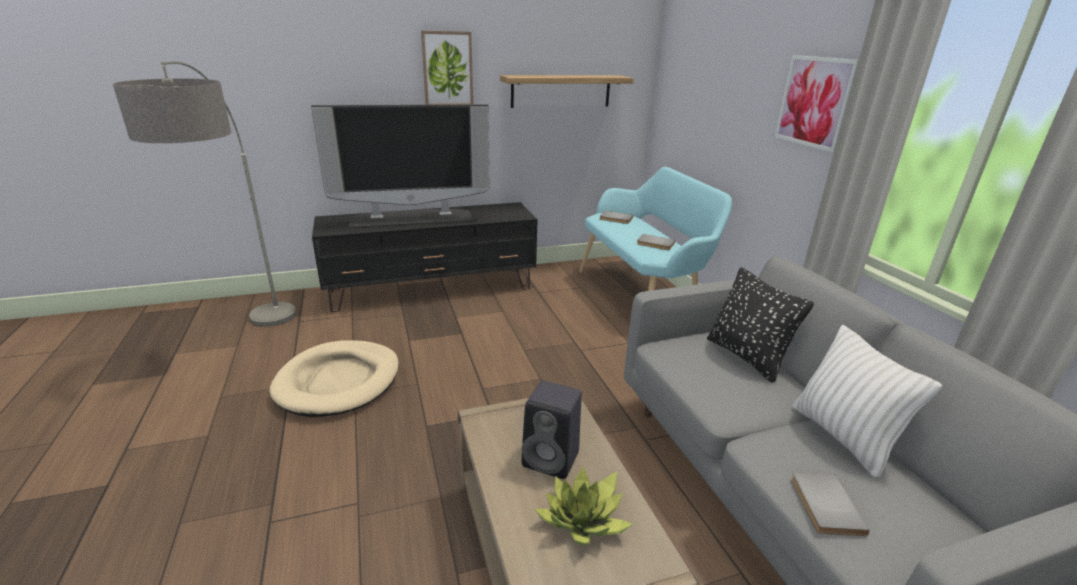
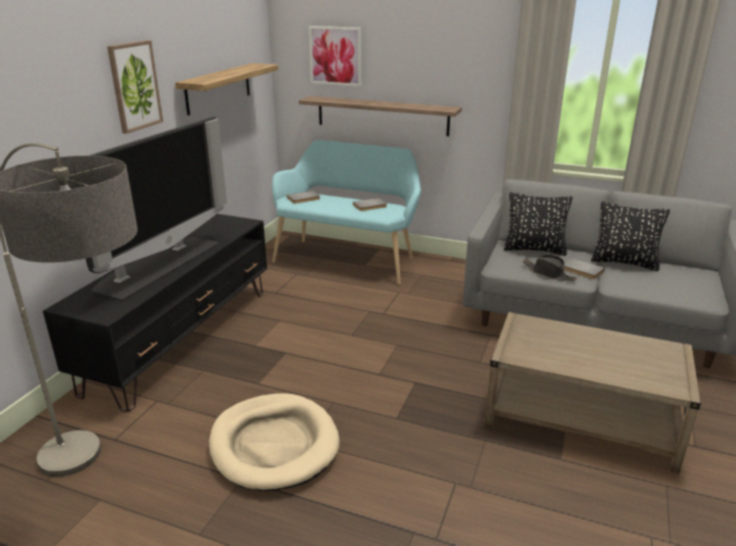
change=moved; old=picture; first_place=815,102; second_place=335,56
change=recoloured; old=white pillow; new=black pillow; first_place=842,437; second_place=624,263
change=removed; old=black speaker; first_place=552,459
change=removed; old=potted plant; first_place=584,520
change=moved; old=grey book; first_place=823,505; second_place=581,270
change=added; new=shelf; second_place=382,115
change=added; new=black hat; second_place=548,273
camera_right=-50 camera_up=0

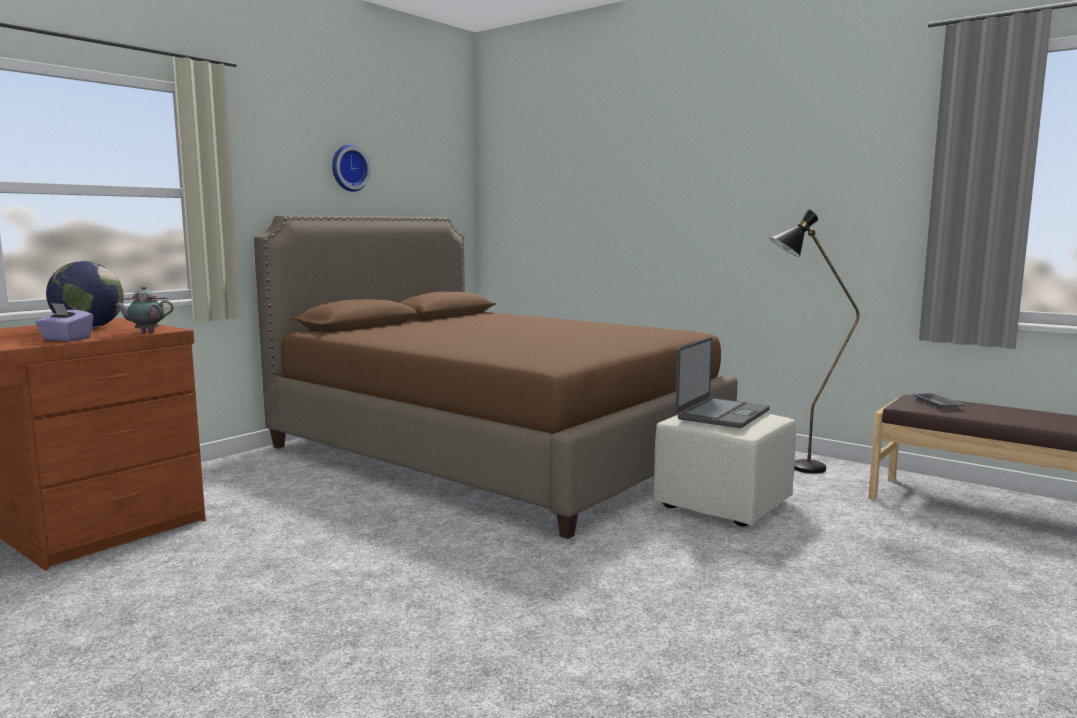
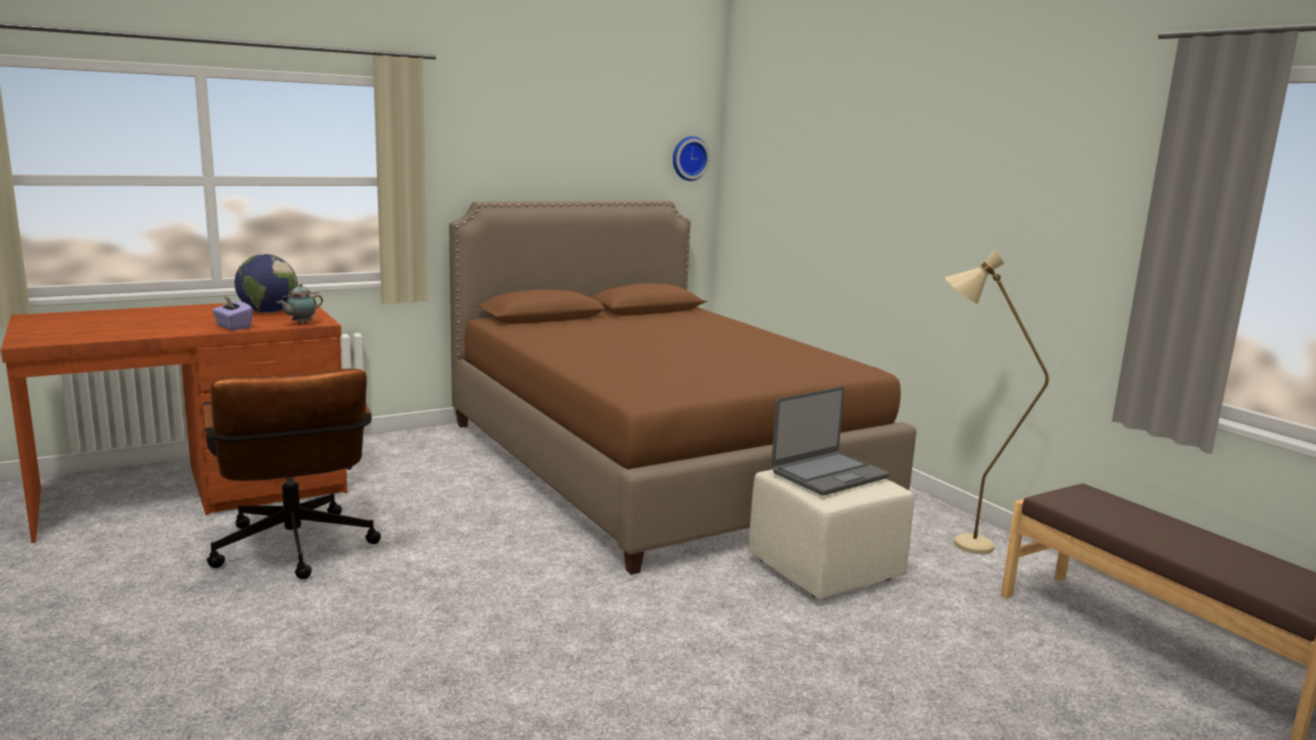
change=moved; old=wall clock; first_place=348,168; second_place=689,158
change=recoloured; old=black floor lamp; new=beige floor lamp; first_place=796,468; second_place=958,543
change=turned; old=teapot; first_place=145,332; second_place=301,324; degrees=-60
change=removed; old=grey tray; first_place=936,404
change=added; new=brown office chair; second_place=295,552
camera_right=20 camera_up=5

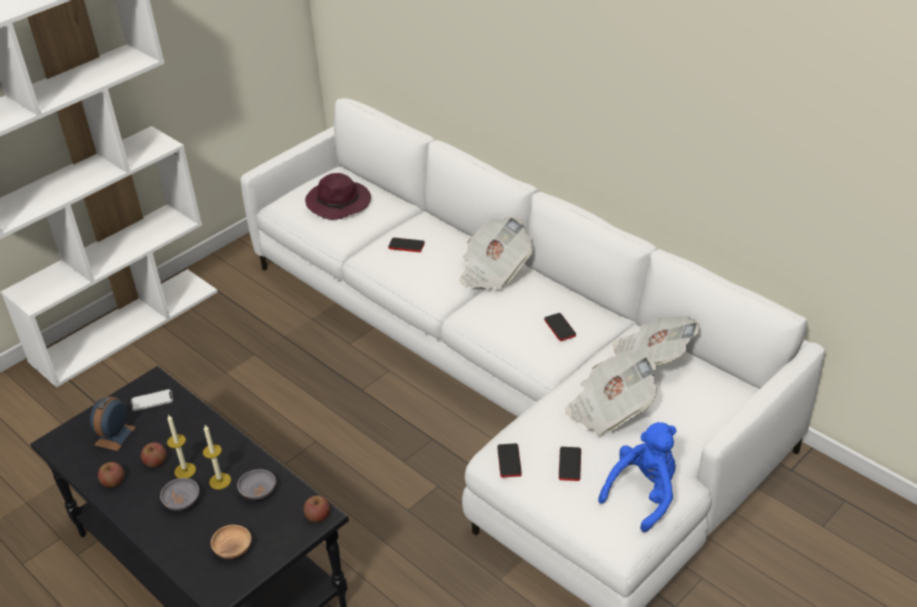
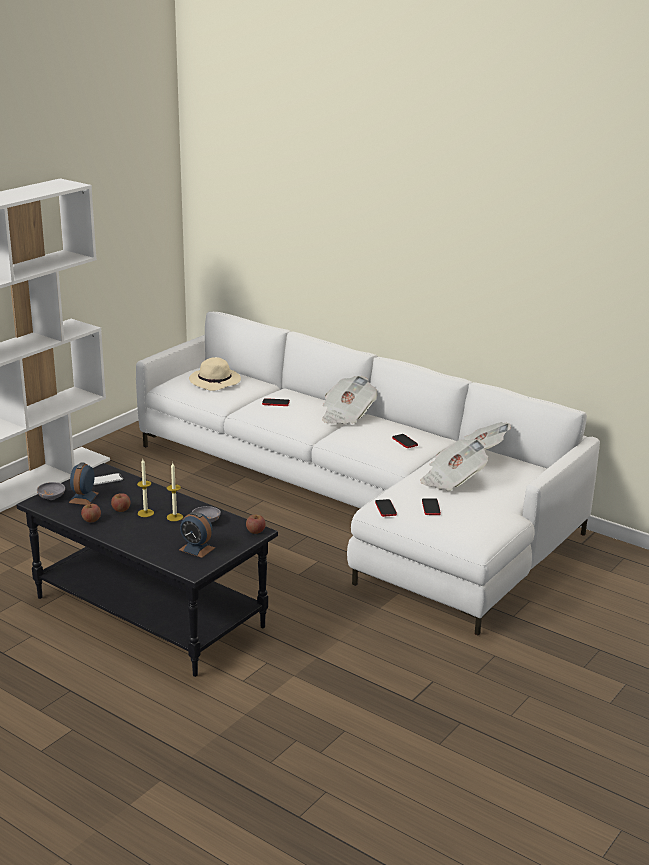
change=recoloured; old=purple hat; new=beige hat; first_place=339,203; second_place=216,382
change=removed; old=blue plush toy; first_place=643,494
change=moved; old=grey bowl; first_place=182,501; second_place=51,497
change=replaced; old=brown bowl; new=alarm clock; first_place=233,549; second_place=197,549
camera_right=-10 camera_up=-15

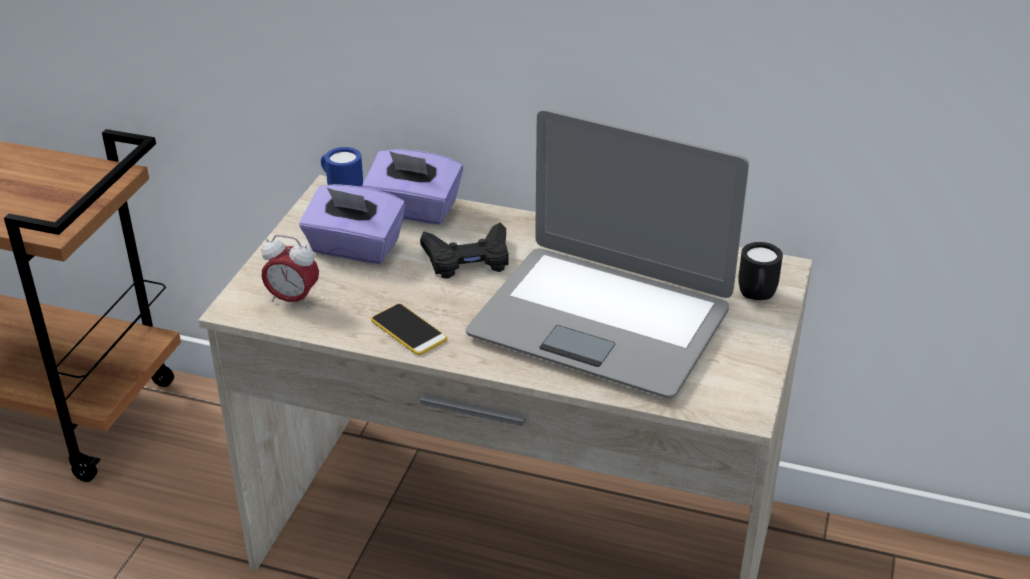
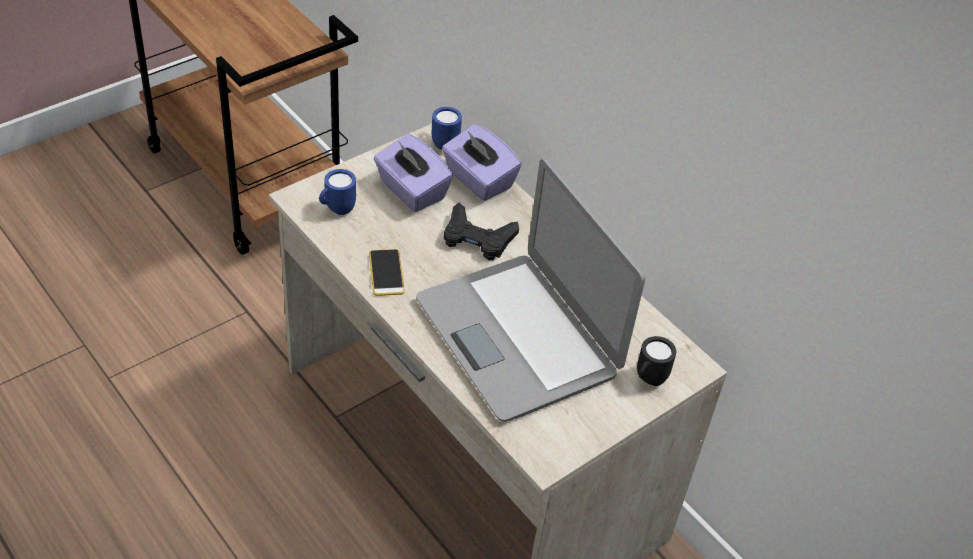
change=replaced; old=alarm clock; new=blue mug; first_place=293,300; second_place=336,210
camera_right=30 camera_up=10

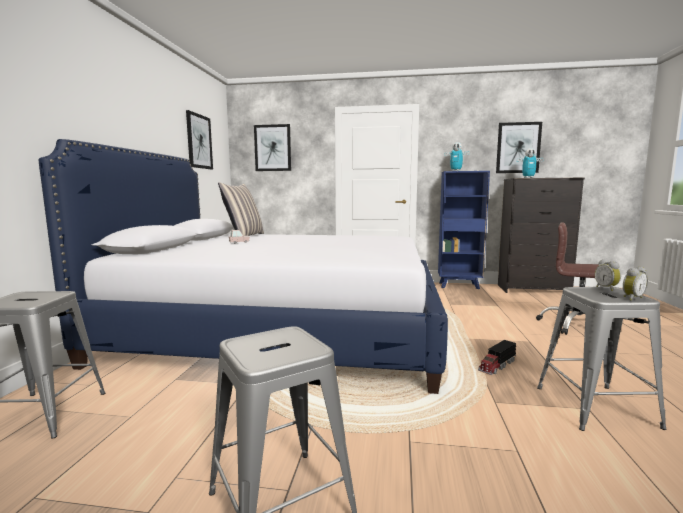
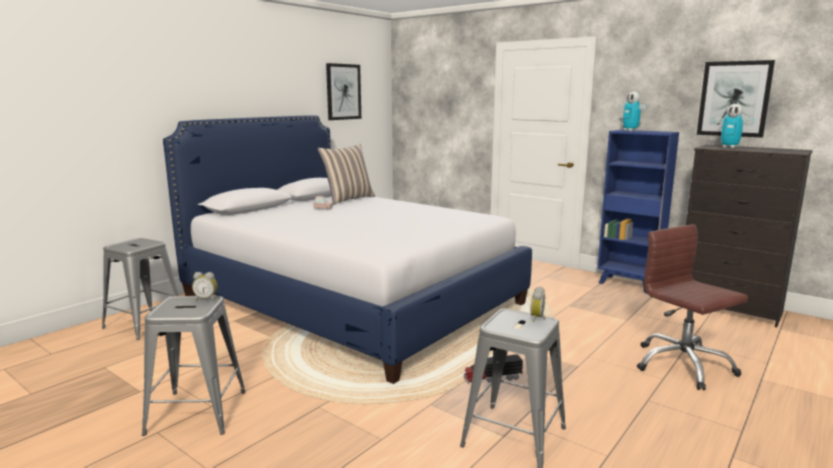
change=removed; old=picture; first_place=272,148
change=moved; old=alarm clock; first_place=631,298; second_place=206,299
camera_right=30 camera_up=5

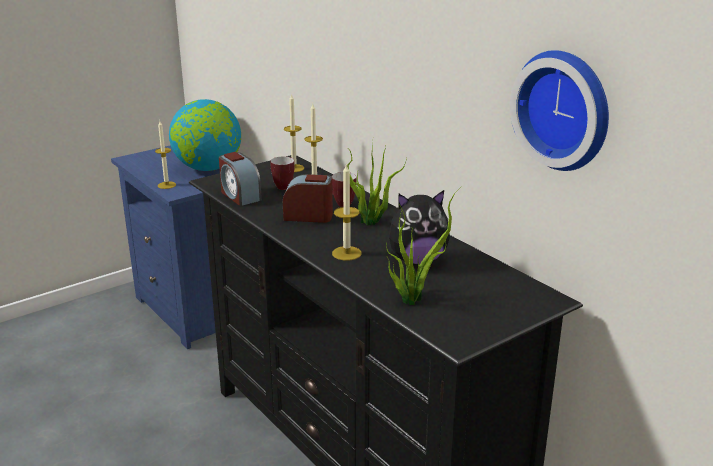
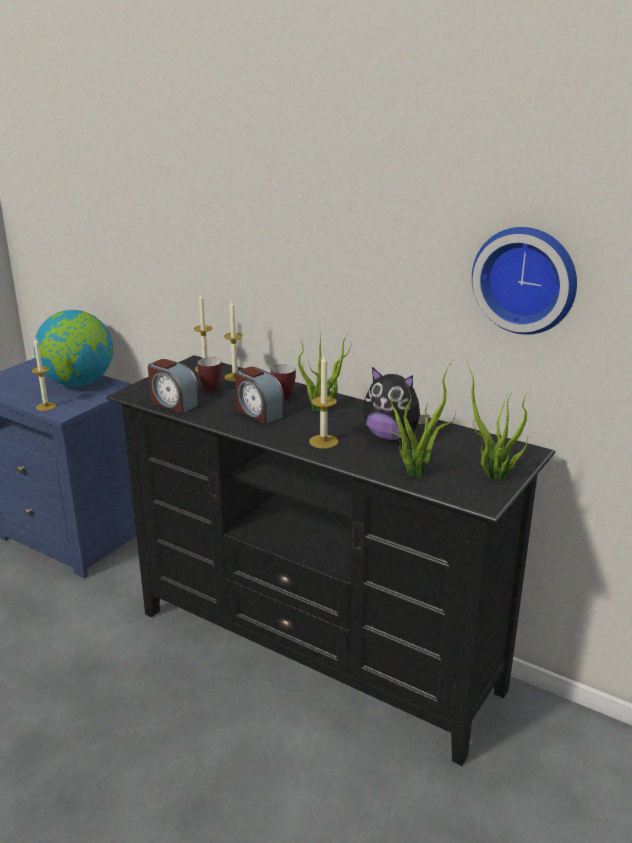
change=turned; old=alarm clock; first_place=308,216; second_place=258,412; degrees=-120
change=turned; old=plush toy; first_place=417,260; second_place=391,437; degrees=60
change=added; new=potted plant; second_place=493,476
camera_right=-20 camera_up=0

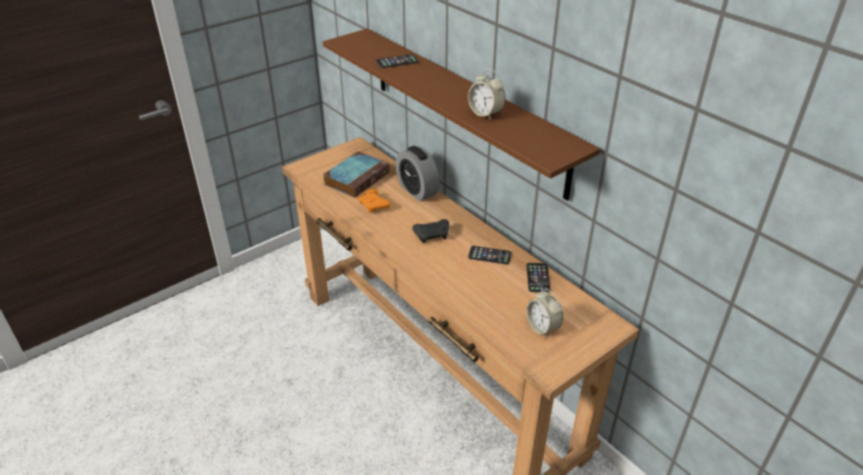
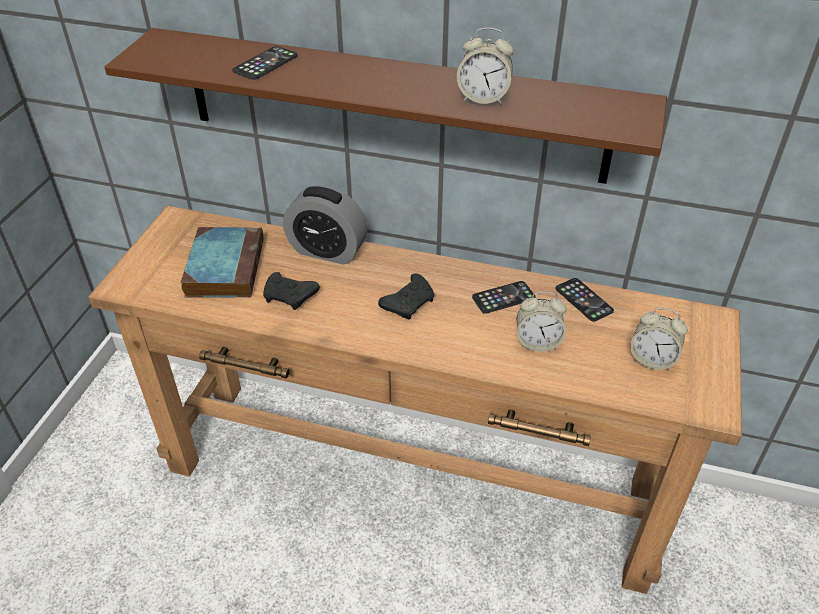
change=recoloured; old=orange game controller; new=black game controller; first_place=374,206; second_place=290,297
change=added; new=alarm clock; second_place=537,342
camera_right=-35 camera_up=5

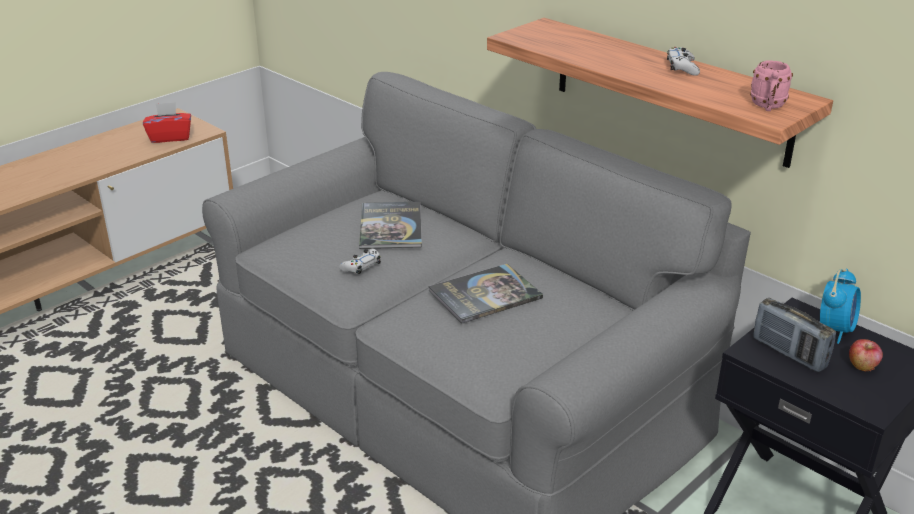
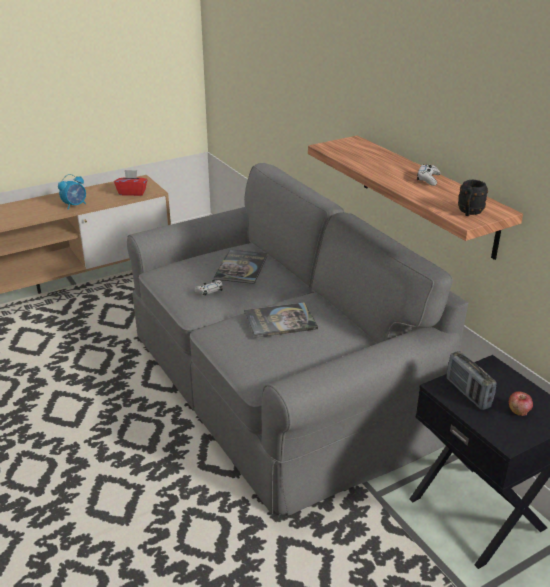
change=recoloured; old=pink mug; new=black mug; first_place=767,106; second_place=469,213
change=moved; old=alarm clock; first_place=835,330; second_place=75,205
camera_right=15 camera_up=0

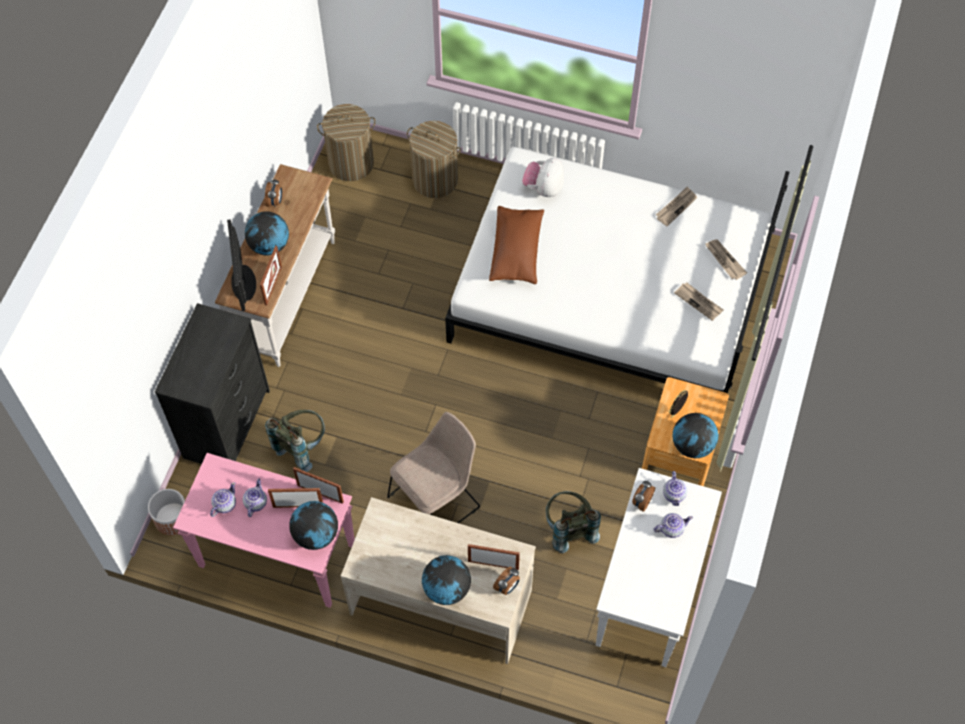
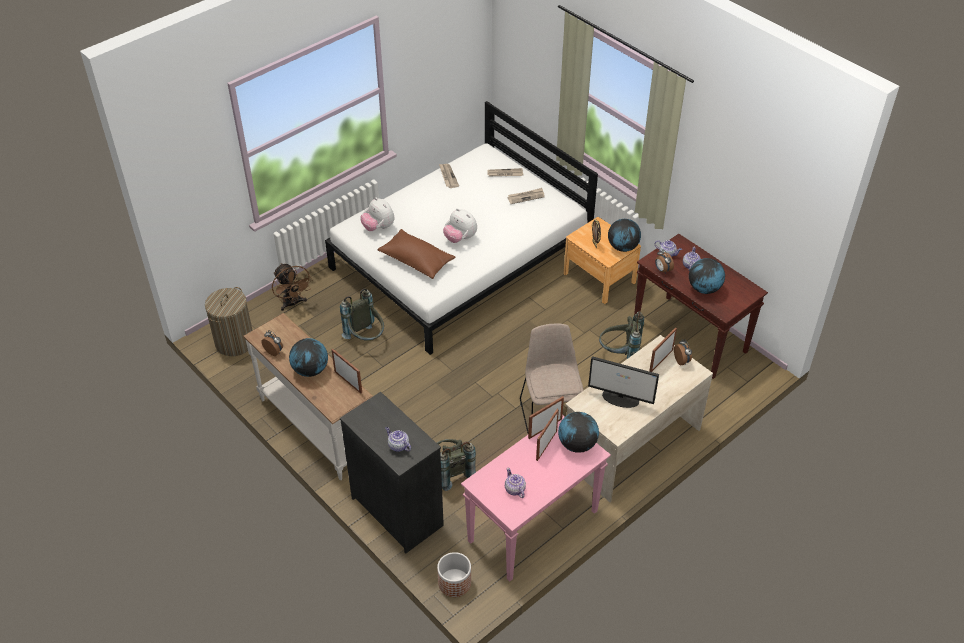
change=replaced; old=laundry basket; new=brown fan; first_place=435,180; second_place=293,304
change=moved; old=monitor; first_place=243,283; second_place=621,398
change=recoloured; old=white console table; new=brown console table; first_place=649,593; second_place=691,337
change=moved; old=teapot; first_place=255,502; second_place=398,445
change=moved; old=globe; first_place=446,588; second_place=704,289
change=added; new=plush toy; second_place=460,238
change=added; new=grey backpack; second_place=366,339
camera_right=-60 camera_up=-15

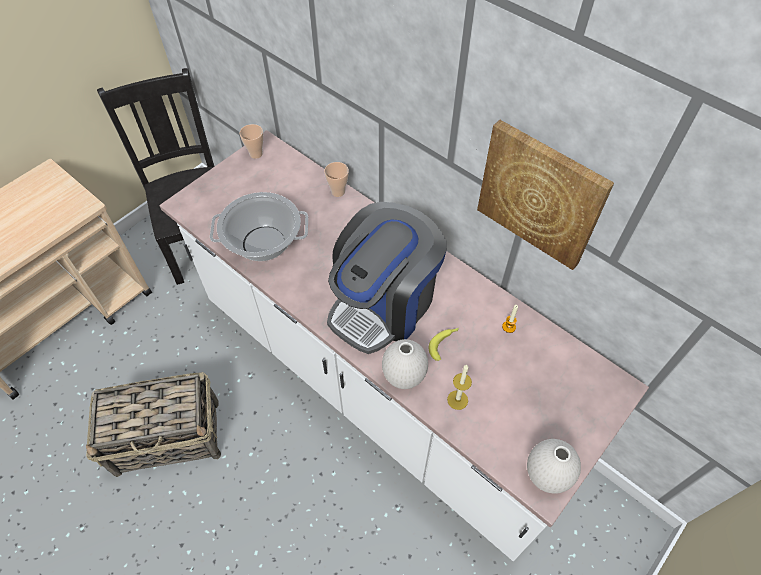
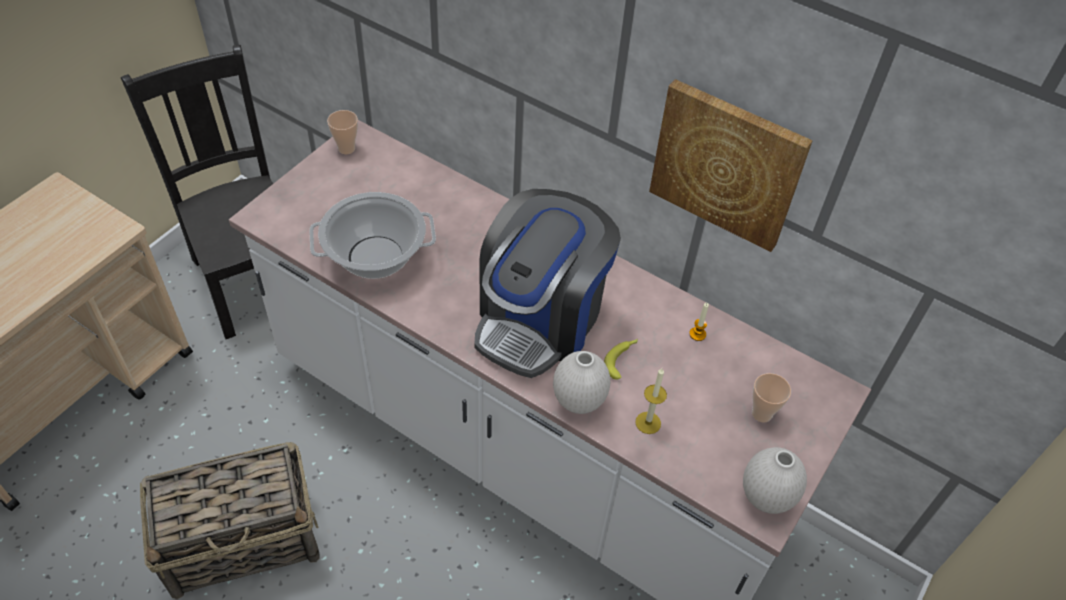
change=moved; old=cup; first_place=338,192; second_place=761,413
camera_right=-10 camera_up=-5

